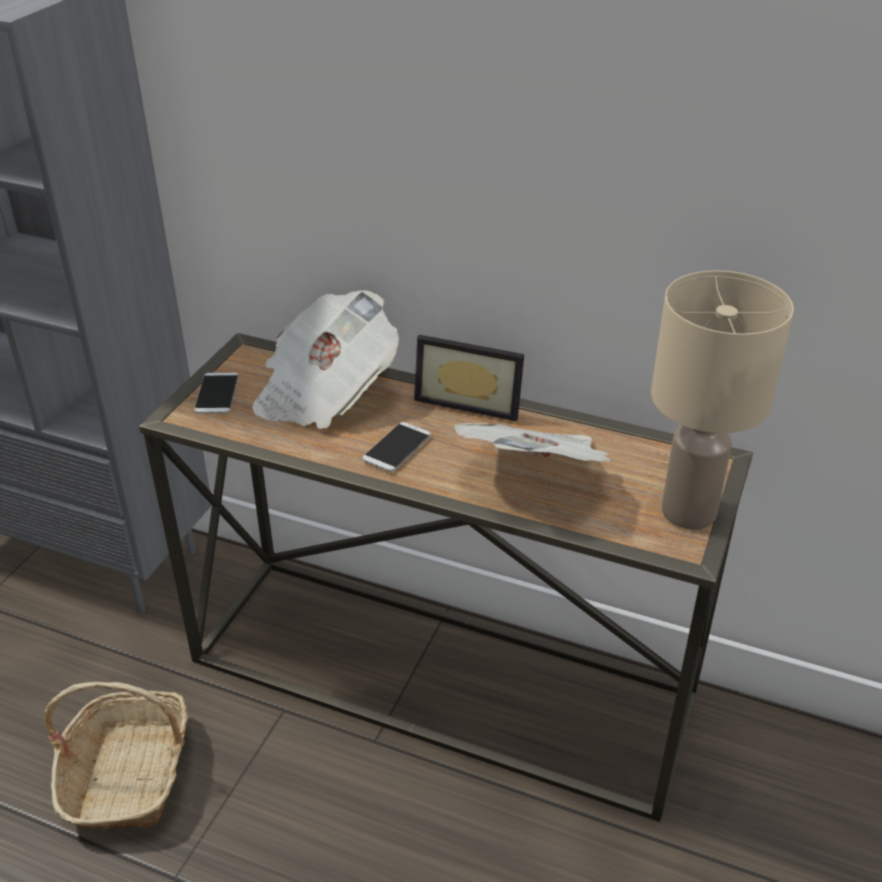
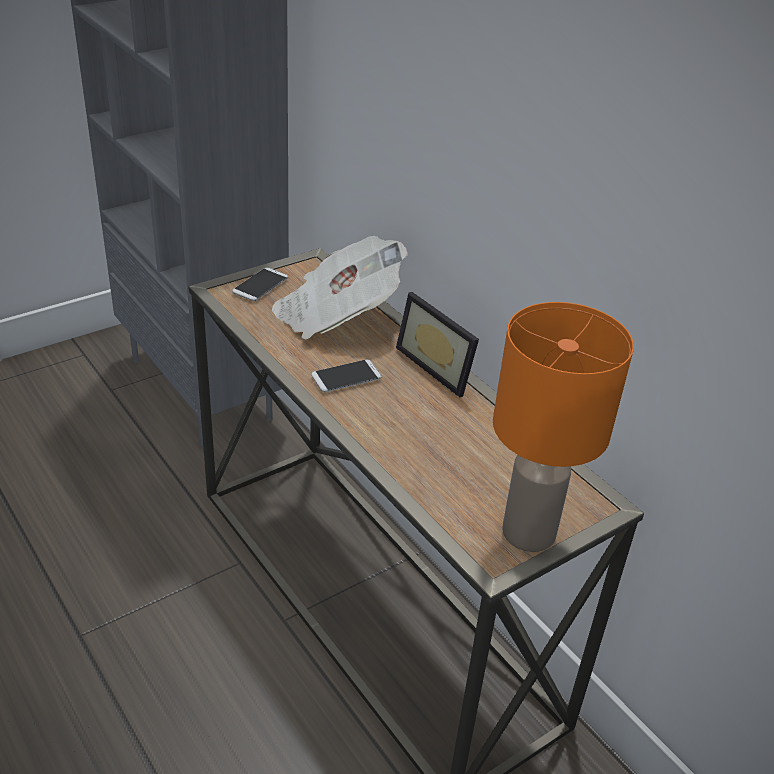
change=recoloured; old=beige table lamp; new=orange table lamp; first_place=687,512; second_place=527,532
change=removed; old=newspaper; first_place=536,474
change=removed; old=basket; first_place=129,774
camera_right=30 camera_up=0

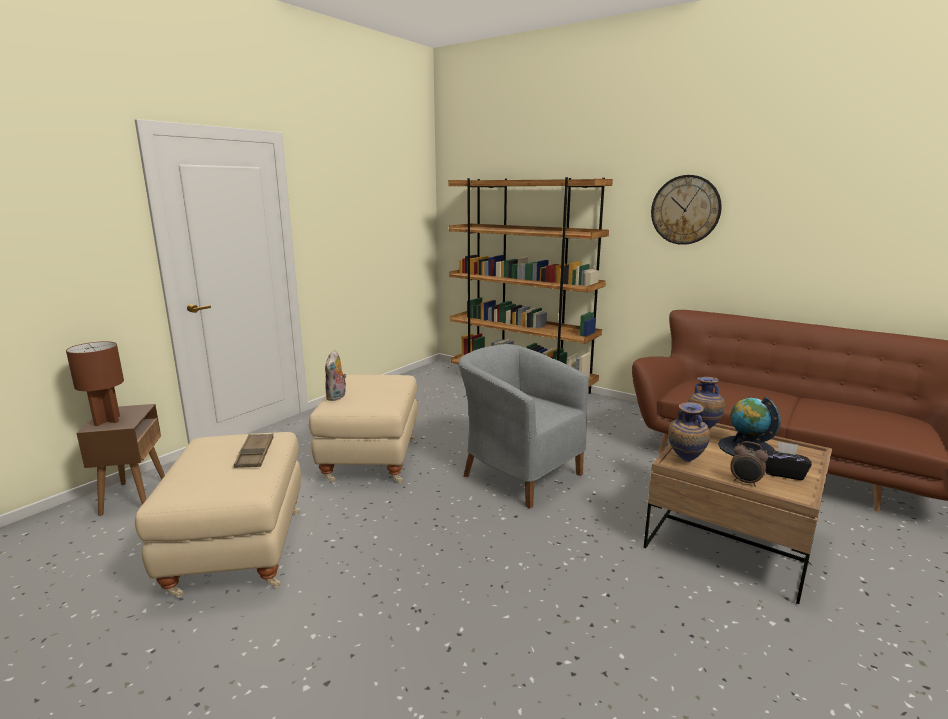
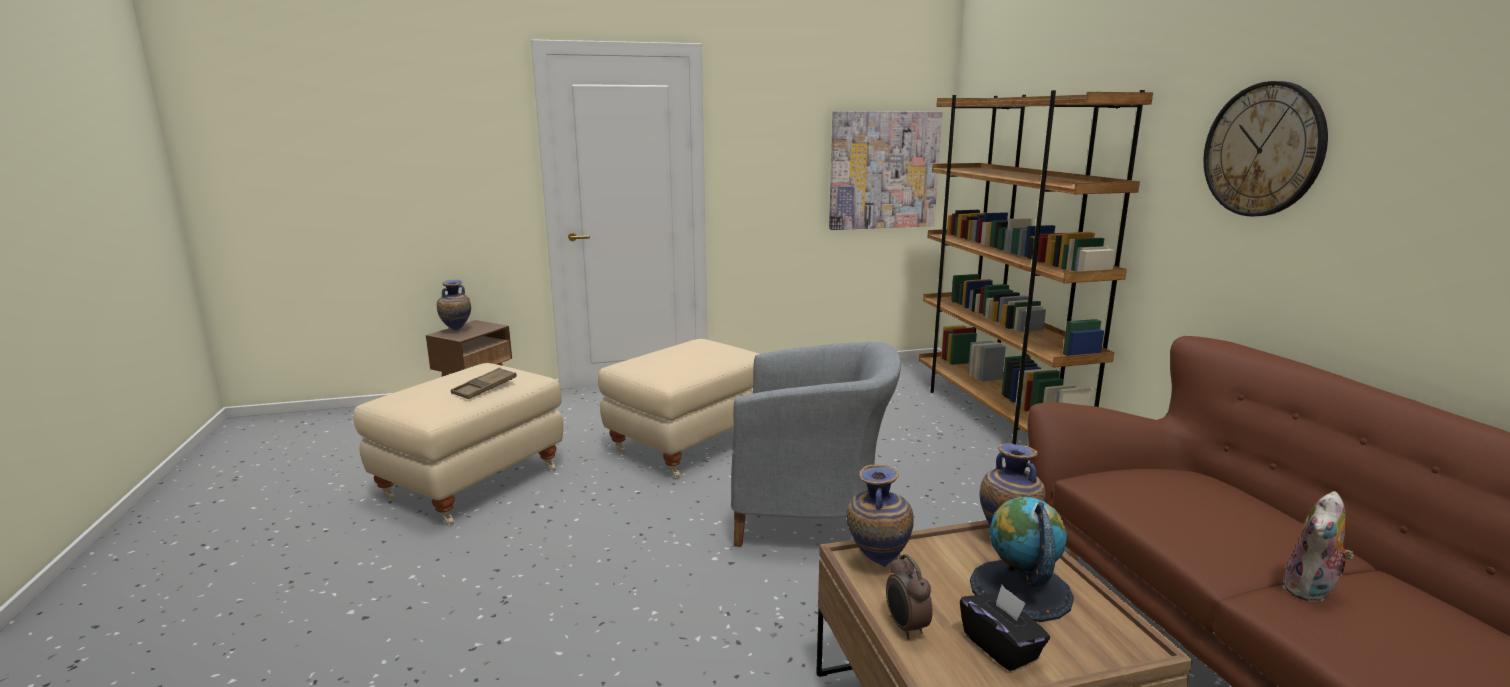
change=replaced; old=brown table lamp; new=vase; first_place=107,421; second_place=456,331
change=turned; old=grey armchair; first_place=518,473; second_place=812,518; degrees=105
change=moved; old=plush toy; first_place=337,397; second_place=1311,591
change=added; new=picture; second_place=883,170
camera_right=40 camera_up=0

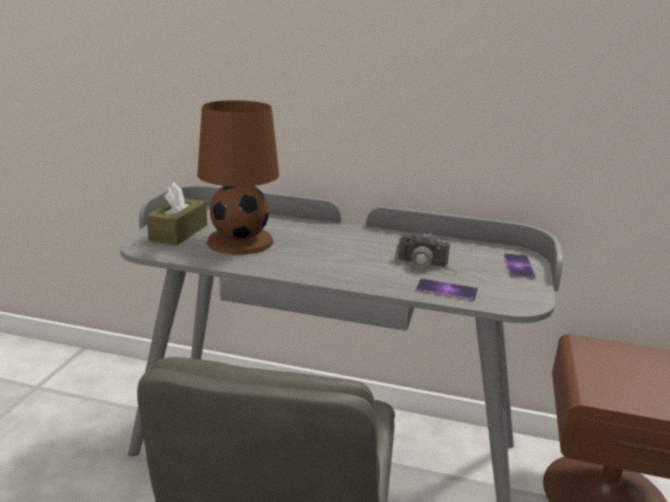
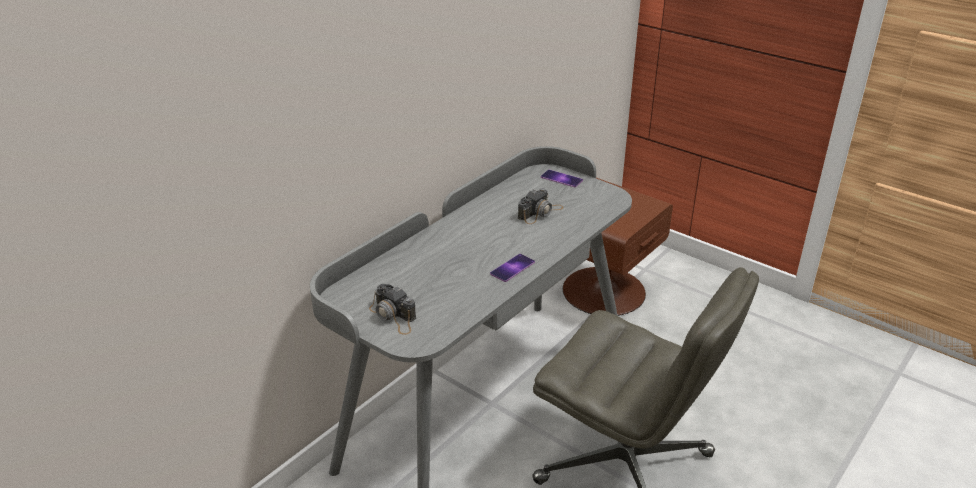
change=removed; old=brown table lamp; first_place=239,241
change=replaced; old=brown tissue box; new=photo camera; first_place=179,232; second_place=393,316
change=moved; old=phone; first_place=446,290; second_place=512,268
camera_right=-65 camera_up=10

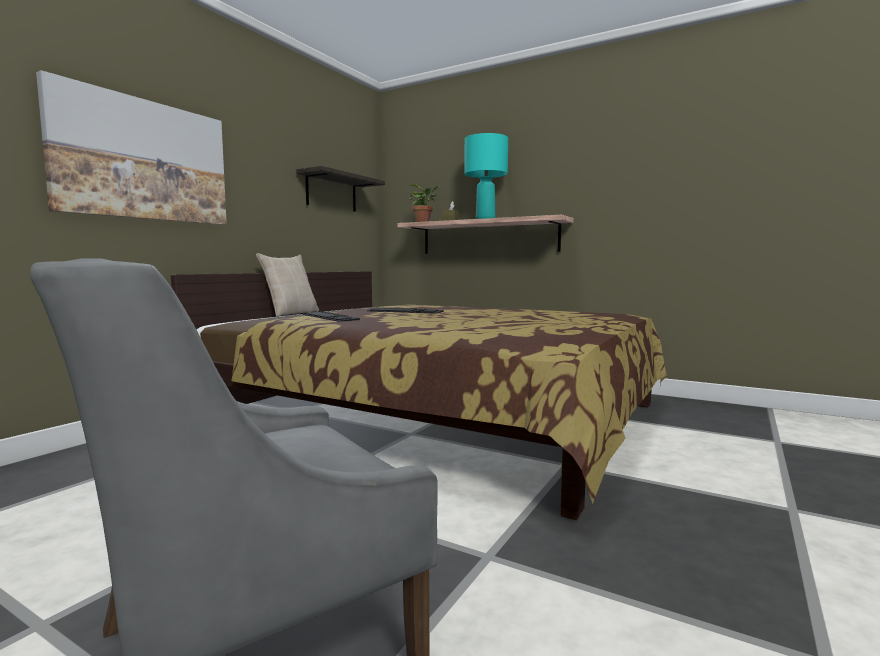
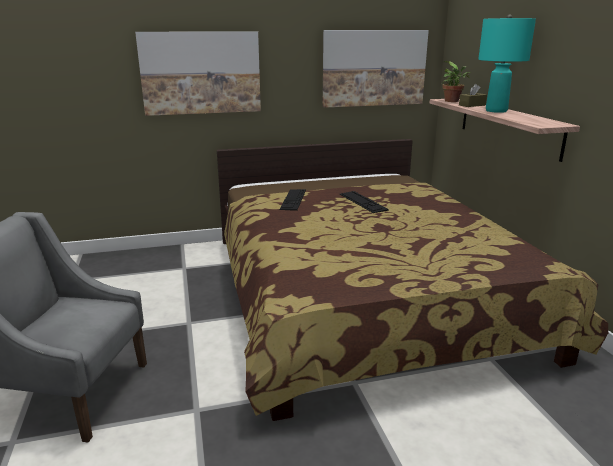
change=replaced; old=shelf; new=picture; first_place=331,192; second_place=374,68
change=removed; old=beige pillow; first_place=291,313
camera_right=45 camera_up=15

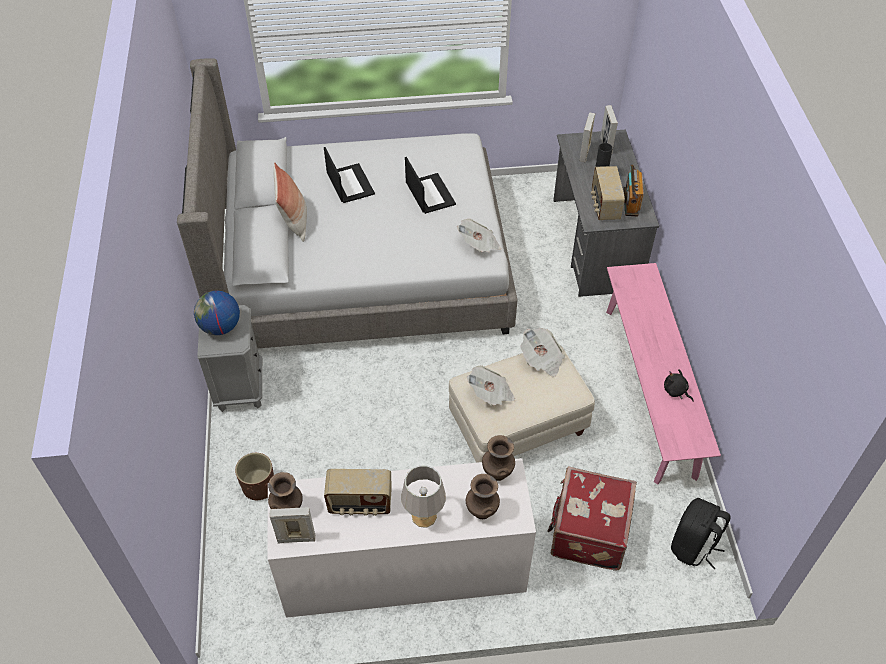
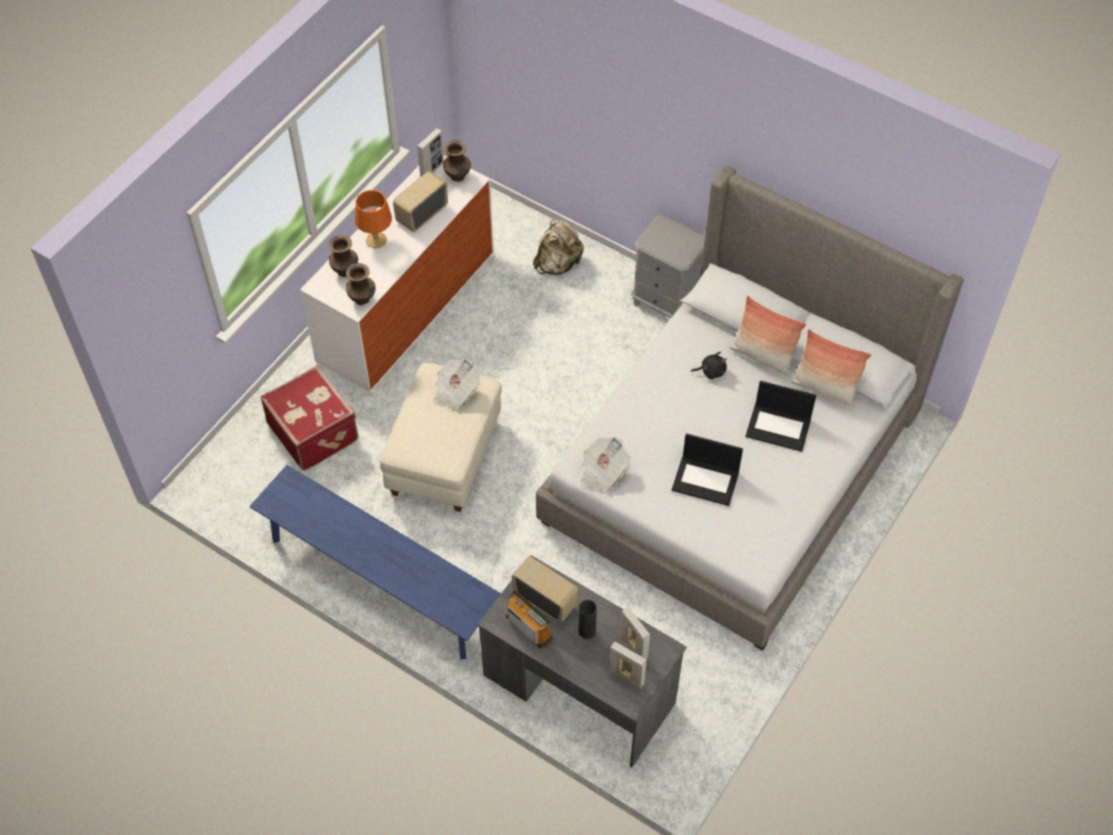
change=recoloured; old=pink bench; new=blue bench; first_place=649,389; second_place=379,581
change=removed; old=globe; first_place=220,327
change=removed; old=newspaper; first_place=542,360
change=moved; old=black plush toy; first_place=676,391; second_place=711,371
change=replaced; old=brown planter; new=beige backpack; first_place=258,487; second_place=558,264
change=recoloured; old=grey table lamp; new=orange table lamp; first_place=423,516; second_place=376,239
change=removed; old=black backpack; first_place=693,546
change=added; new=pillow; second_place=825,388
camera_right=130 camera_up=5

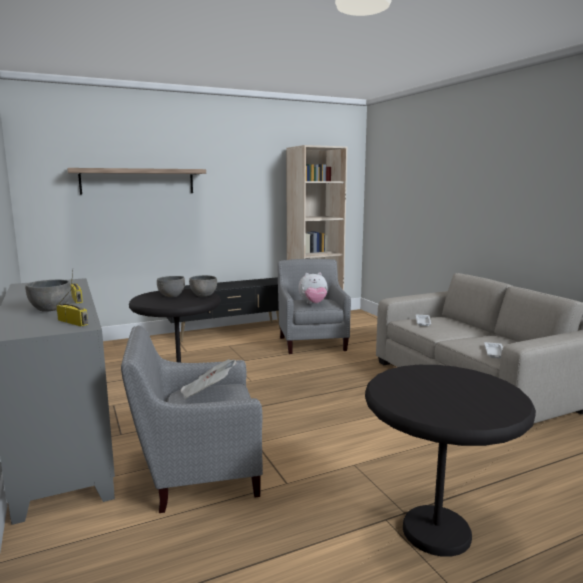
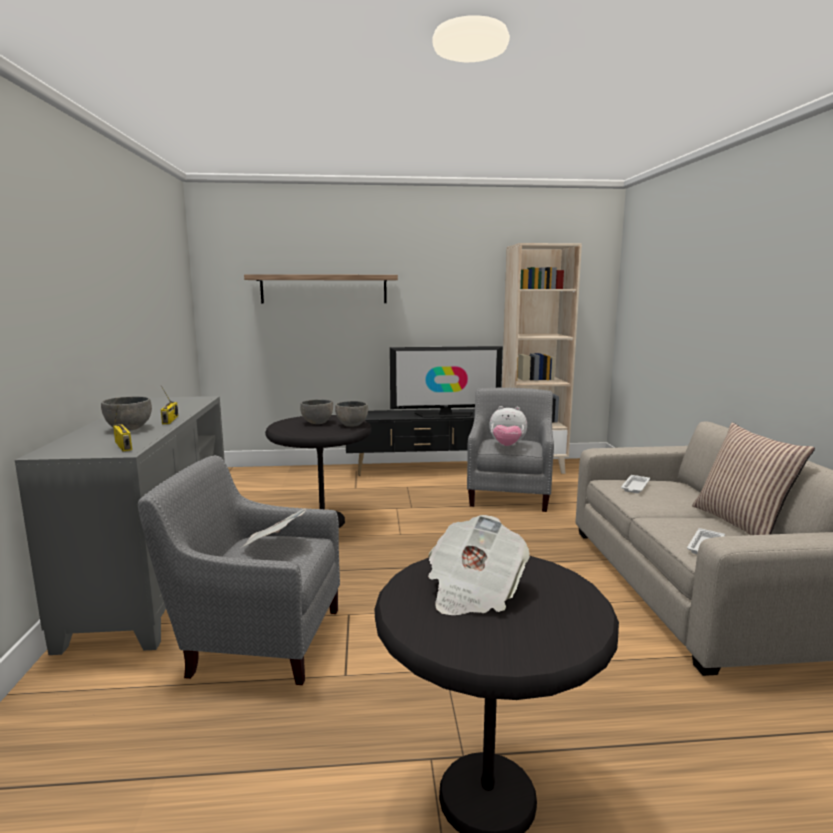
change=added; new=television; second_place=445,415
change=added; new=pillow; second_place=741,523
change=added; new=newspaper; second_place=473,591
camera_right=20 camera_up=0

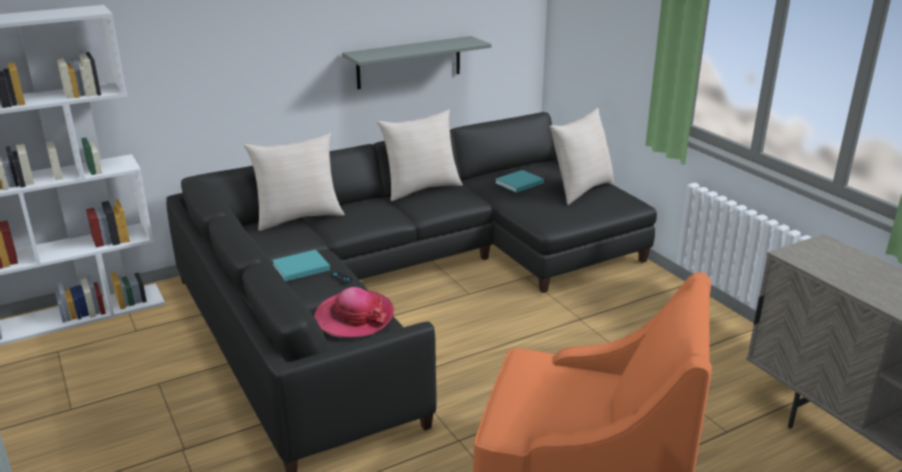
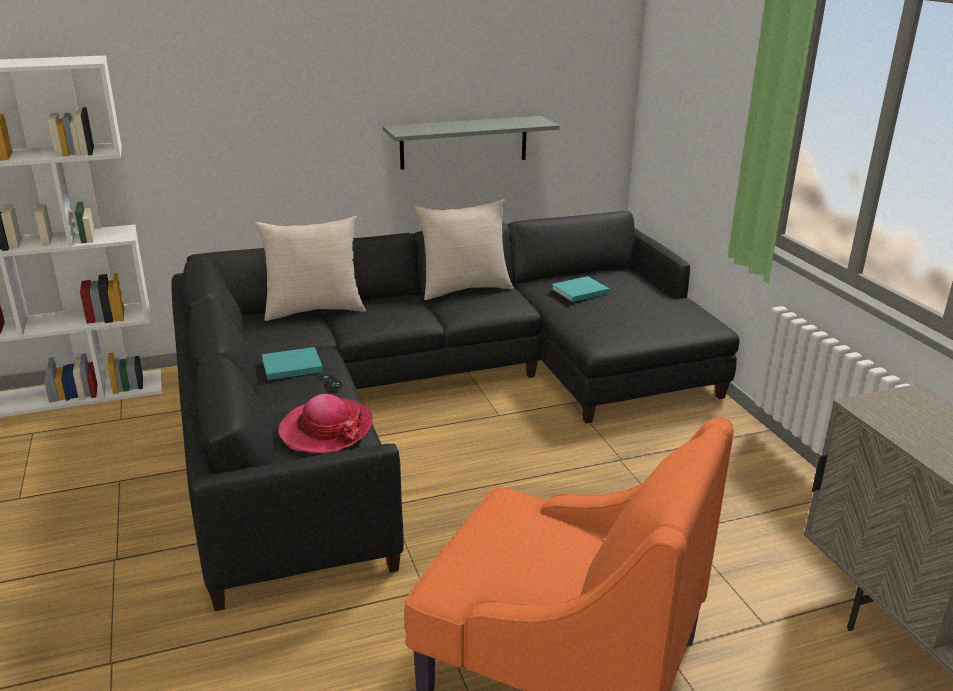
change=removed; old=beige pillow; first_place=580,189
camera_right=10 camera_up=0

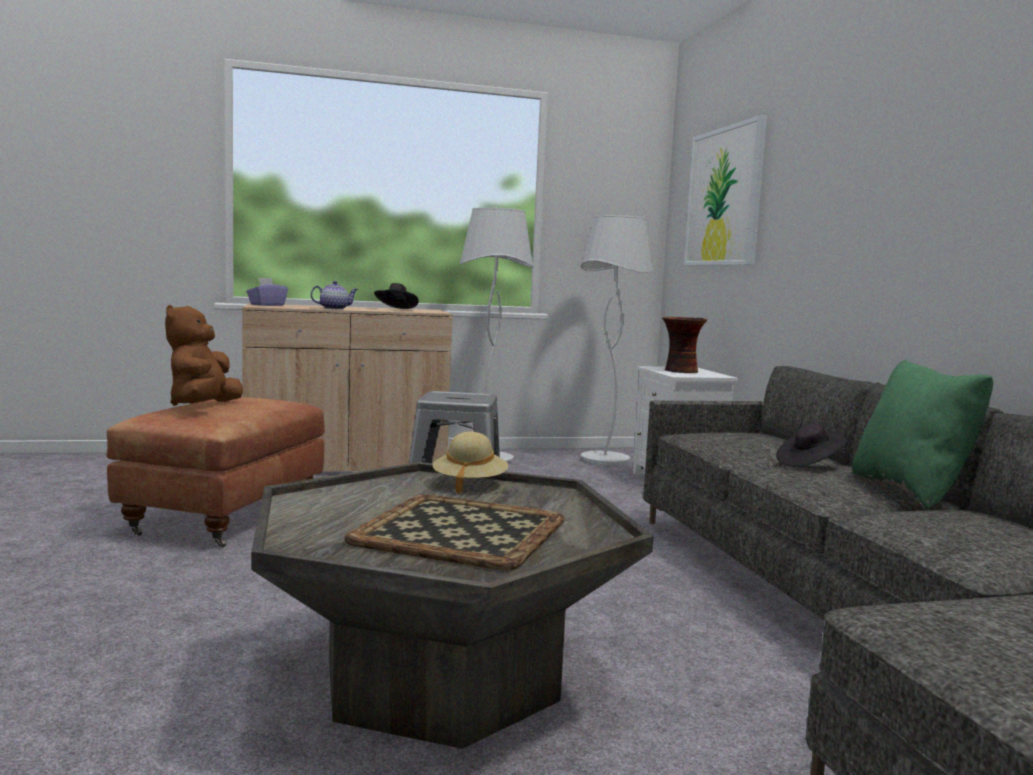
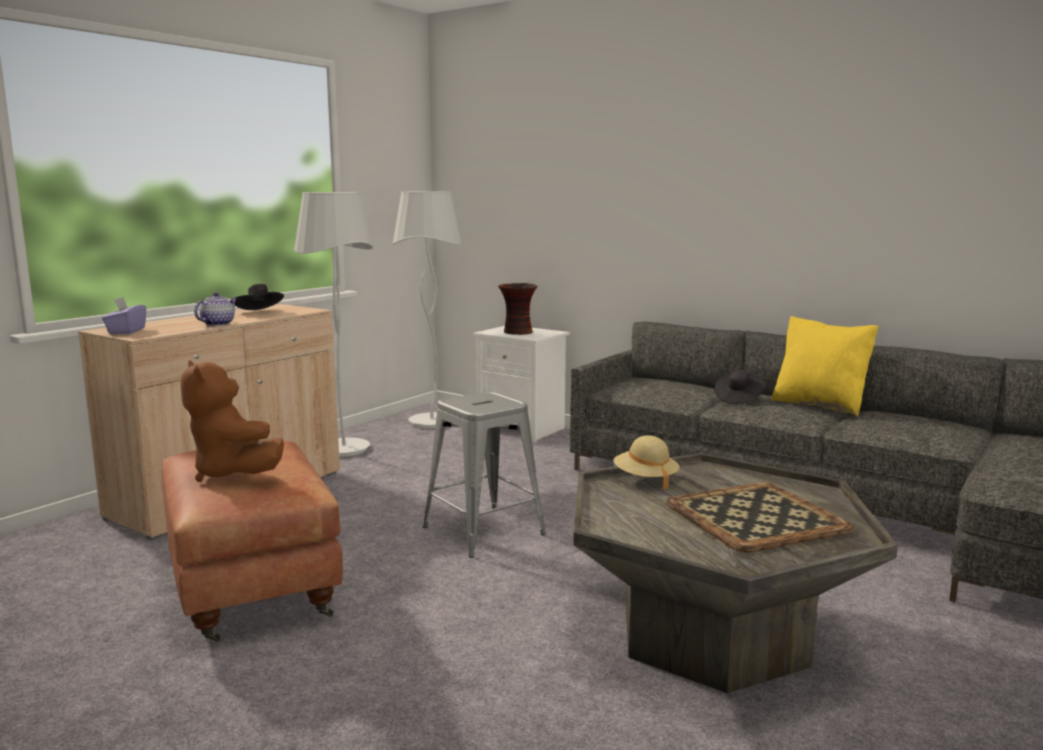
change=removed; old=picture; first_place=724,197
change=recoloured; old=green pillow; new=yellow pillow; first_place=911,491; second_place=820,405
camera_right=-40 camera_up=5

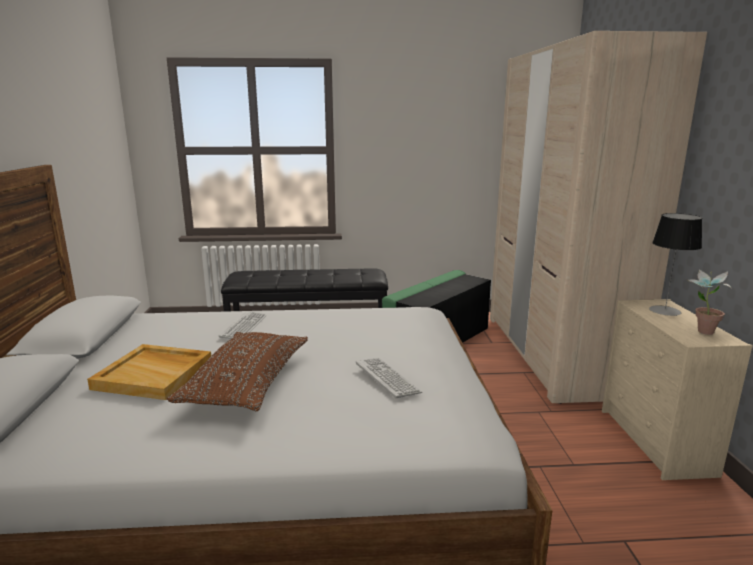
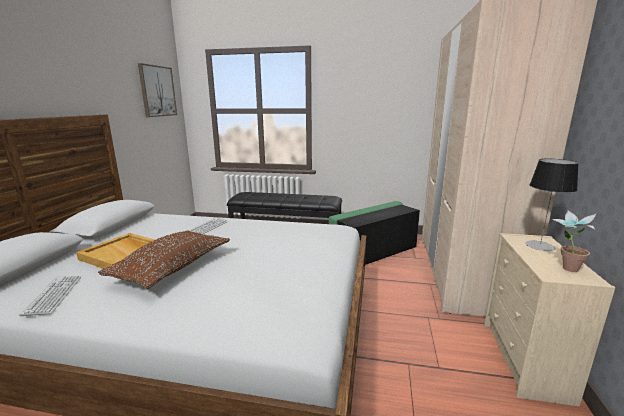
change=moved; old=keyboard; first_place=387,378; second_place=53,295
change=added; new=picture; second_place=157,91
camera_right=15 camera_up=0

